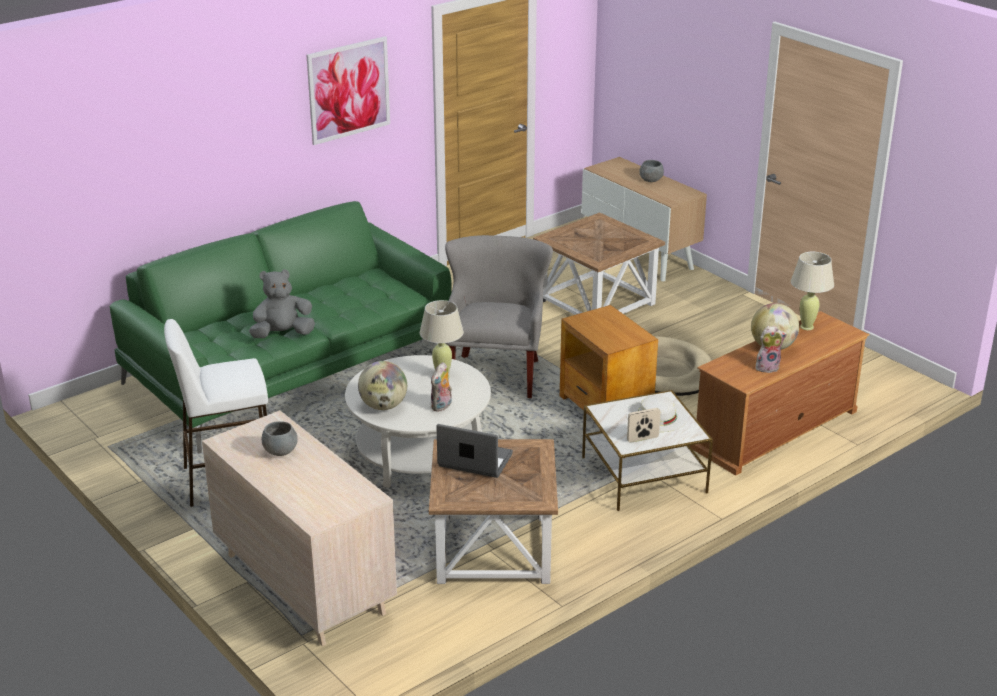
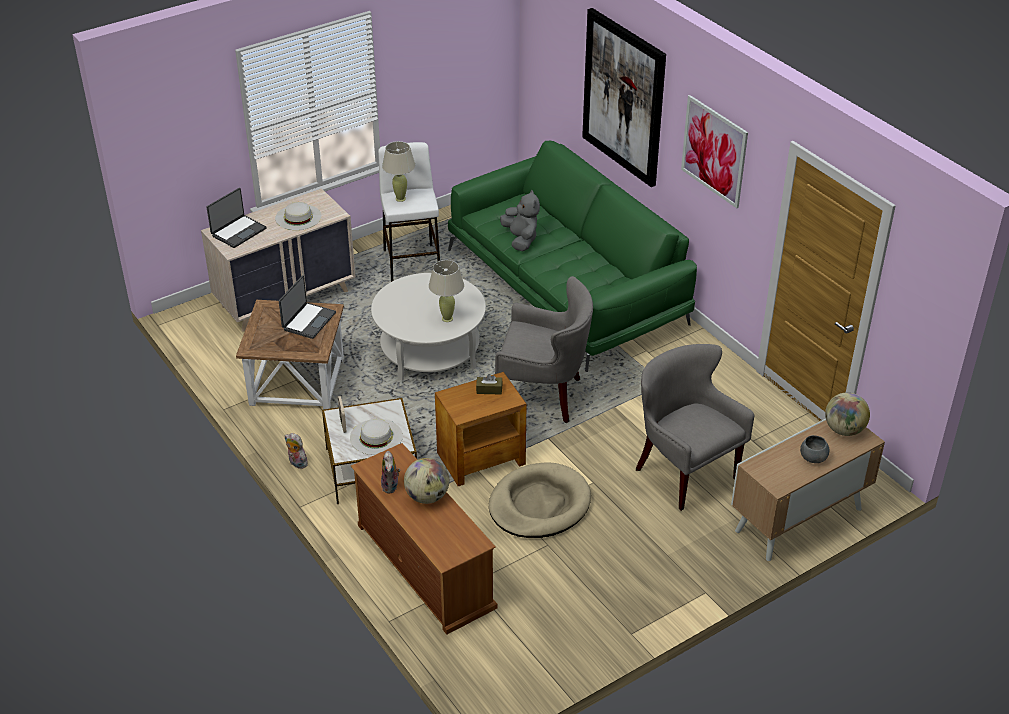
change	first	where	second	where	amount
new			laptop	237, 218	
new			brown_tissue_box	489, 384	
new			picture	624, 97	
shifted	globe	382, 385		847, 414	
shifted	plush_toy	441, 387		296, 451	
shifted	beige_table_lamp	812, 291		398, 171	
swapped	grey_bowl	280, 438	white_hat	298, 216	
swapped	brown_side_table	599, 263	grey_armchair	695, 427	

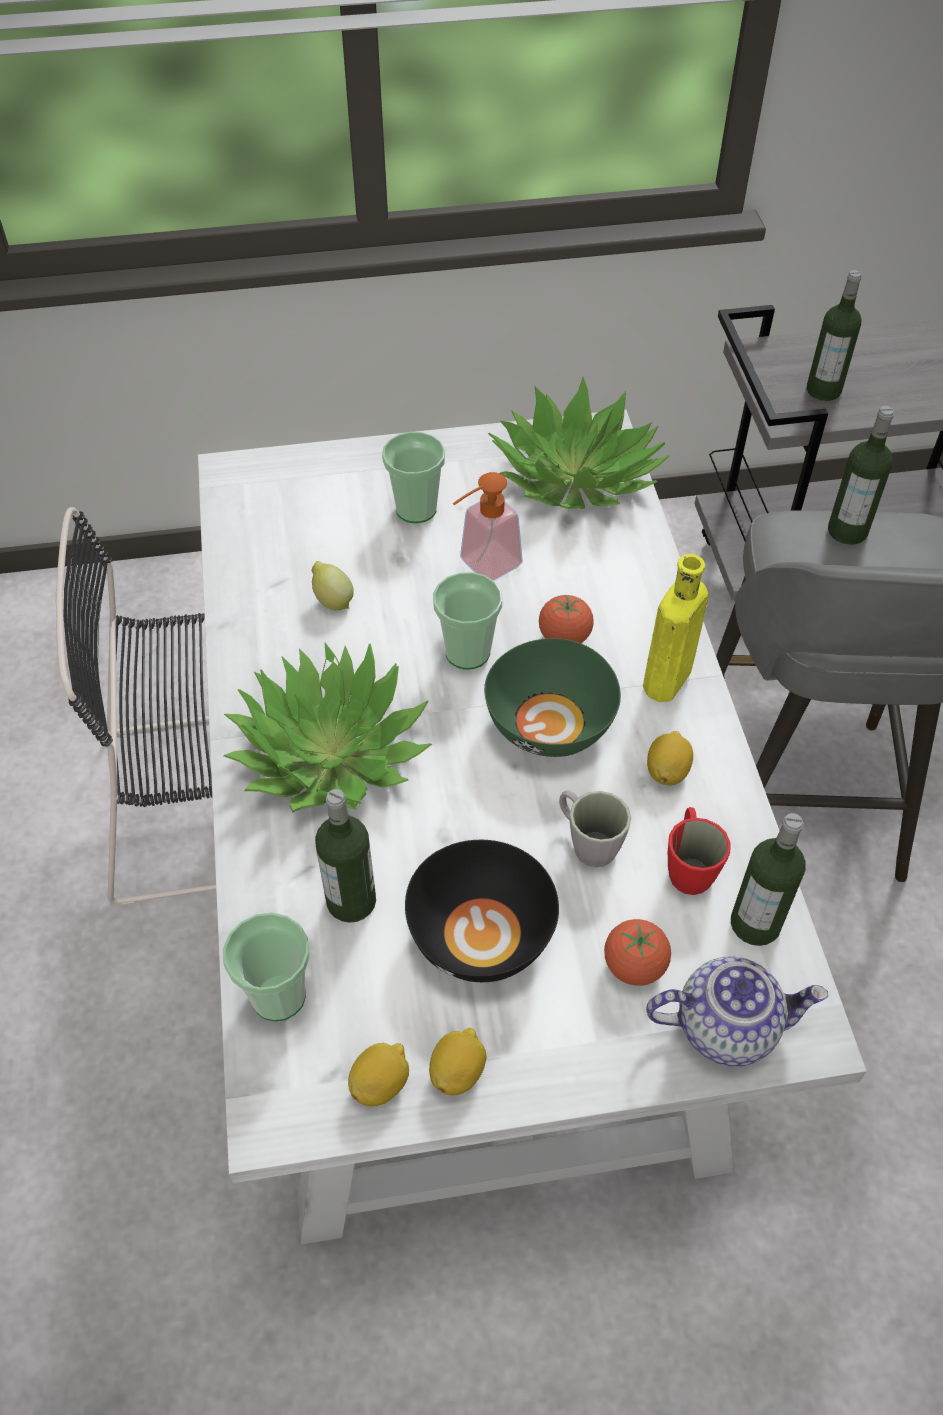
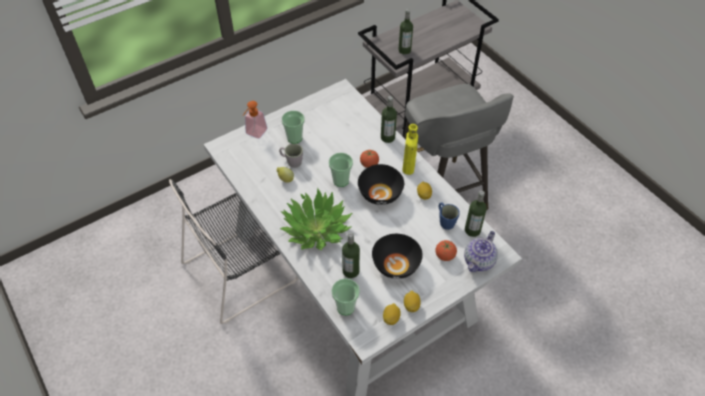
change	first	where	second	where	amount
gone	potted_plant	579, 443			
shifted	soap_dispenser	488, 526		255, 120	
shifted	grey_mug	595, 829		291, 155	
shifted	bottle	861, 475		389, 119	
repainted	green_bowl	552, 697	black_bowl	381, 184	
repainted	red_mug	699, 851	blue_mug	449, 216	
rotated	teapot	737, 1011		481, 251	150 degrees clockwise

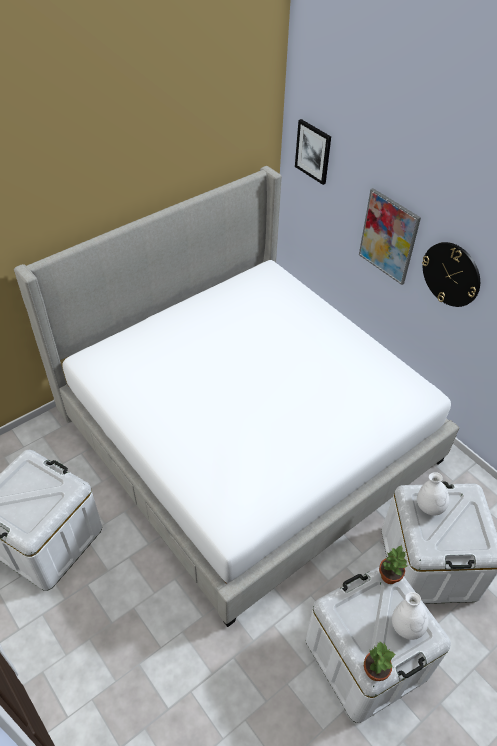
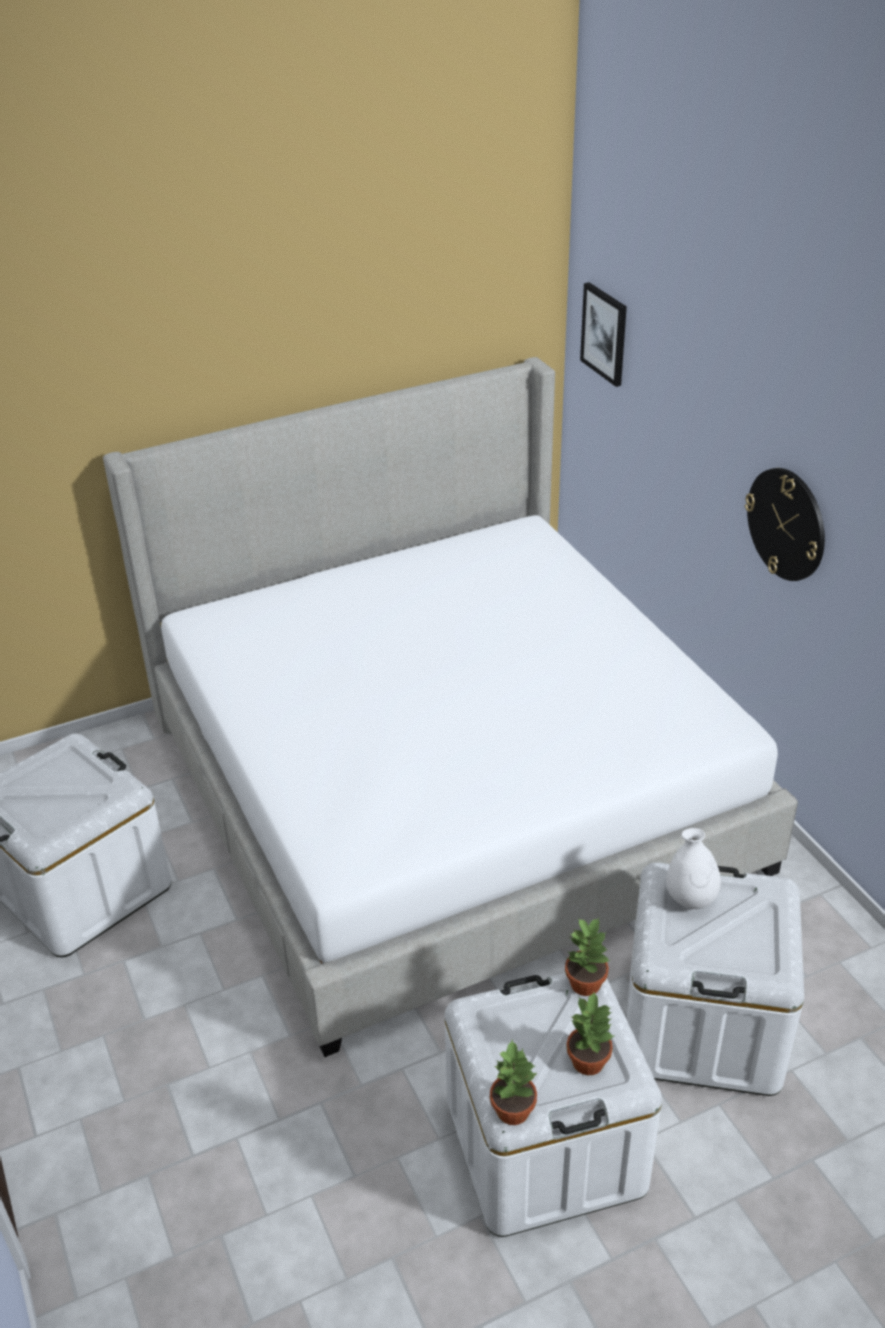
change	first	where	second	where	amount
gone	picture	390, 236			
swapped	white_vase	410, 616	potted_plant	590, 1033	

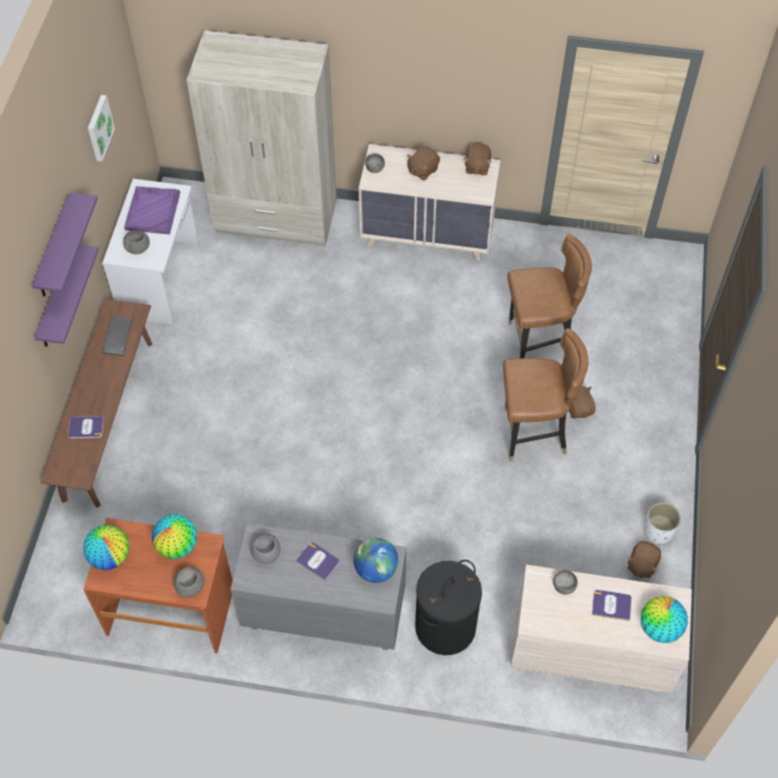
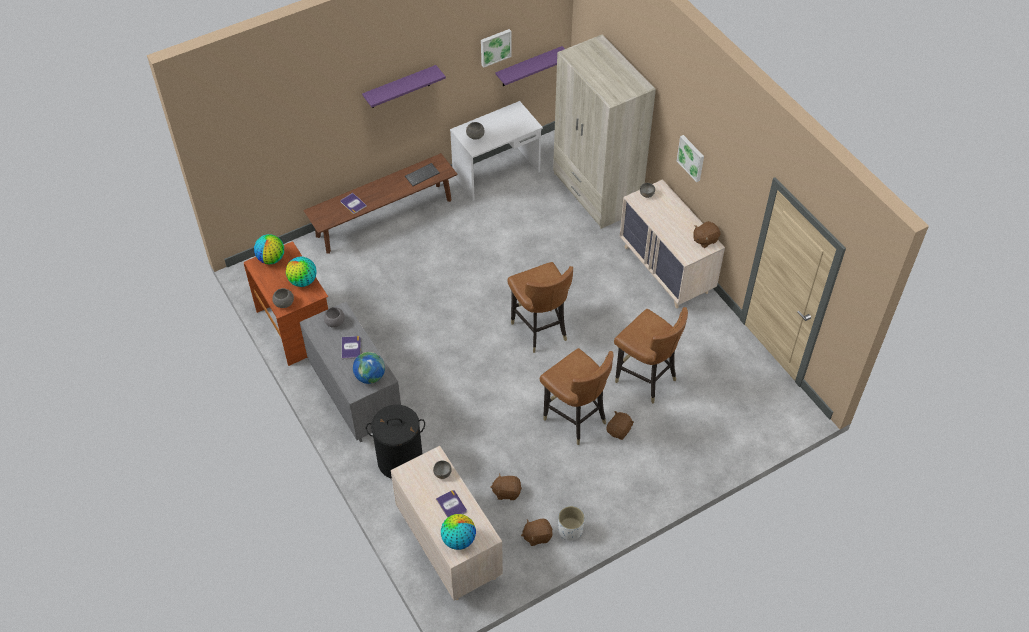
change	first	where	second	where	amount
gone	purple_tray	152, 210			
new			brown_chair	540, 307	
new			picture	690, 158	
shifted	purple_shelf	66, 296		530, 66	
shifted	brown_plush_toy	423, 163		506, 486	

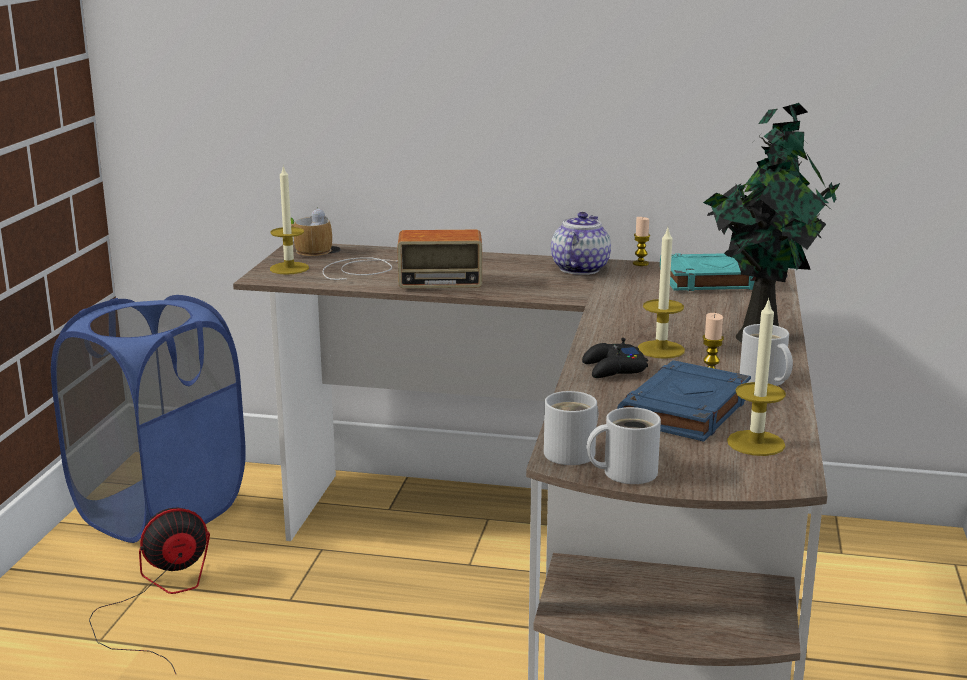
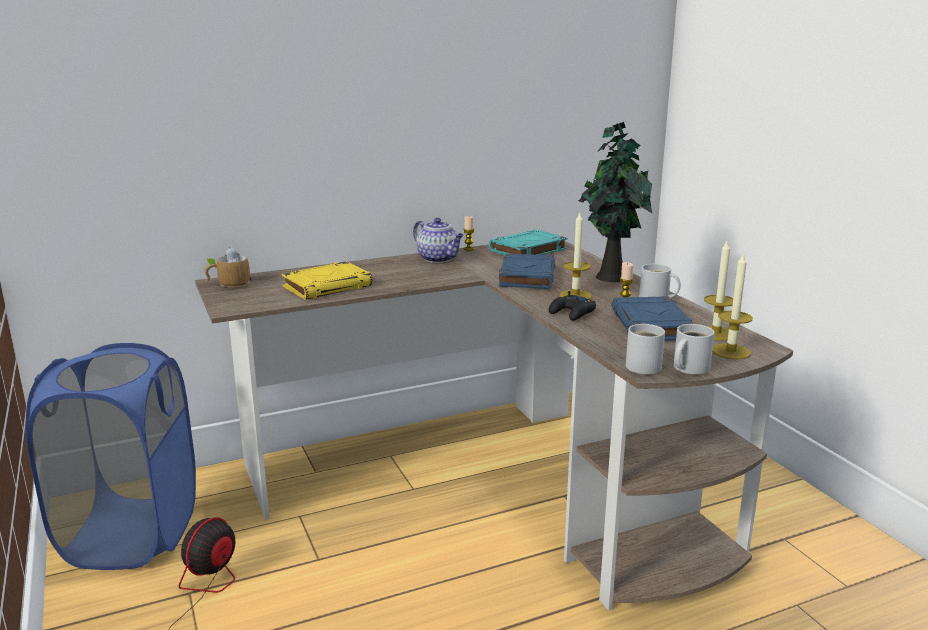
change	first	where	second	where	amount
new			blue_book	527, 271	
shifted	candle	289, 219		732, 305	
swapped	radio	402, 259	yellow_book	326, 280	
rotated	teapot	581, 243		438, 240	150 degrees clockwise

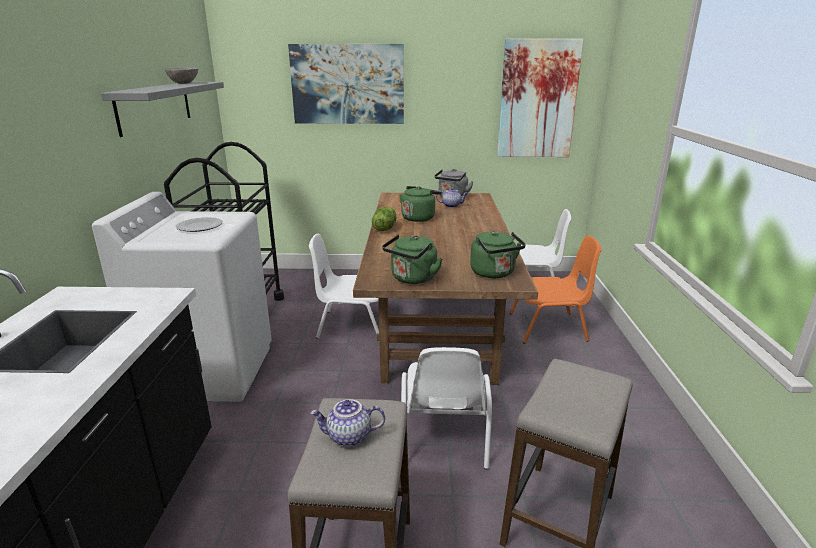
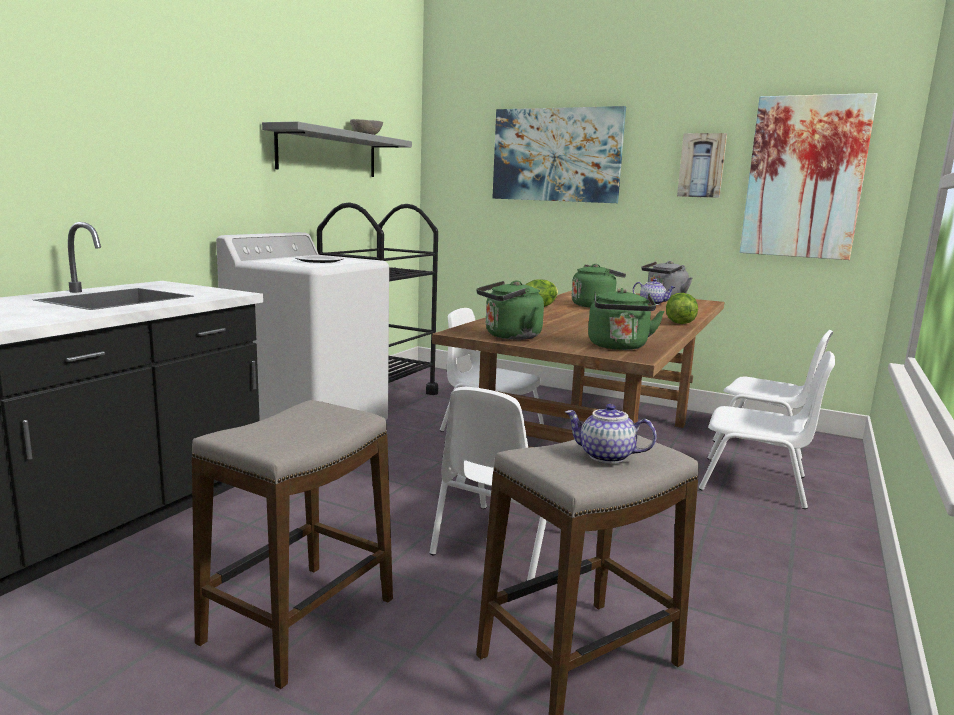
change	first	where	second	where	amount
new			lettuce	682, 308	
new			picture	702, 165	
shifted	teapot	347, 423		611, 433	
repainted	orange_chair	556, 289	white_chair	767, 430	

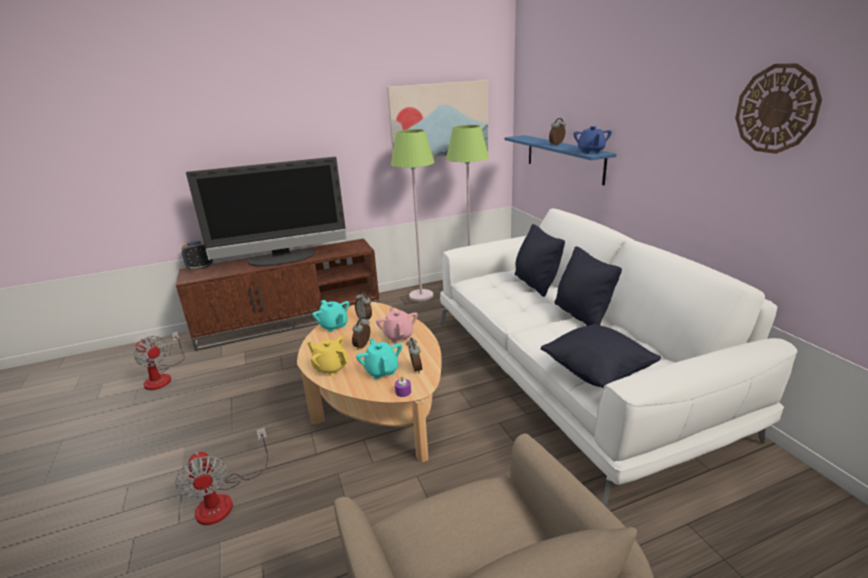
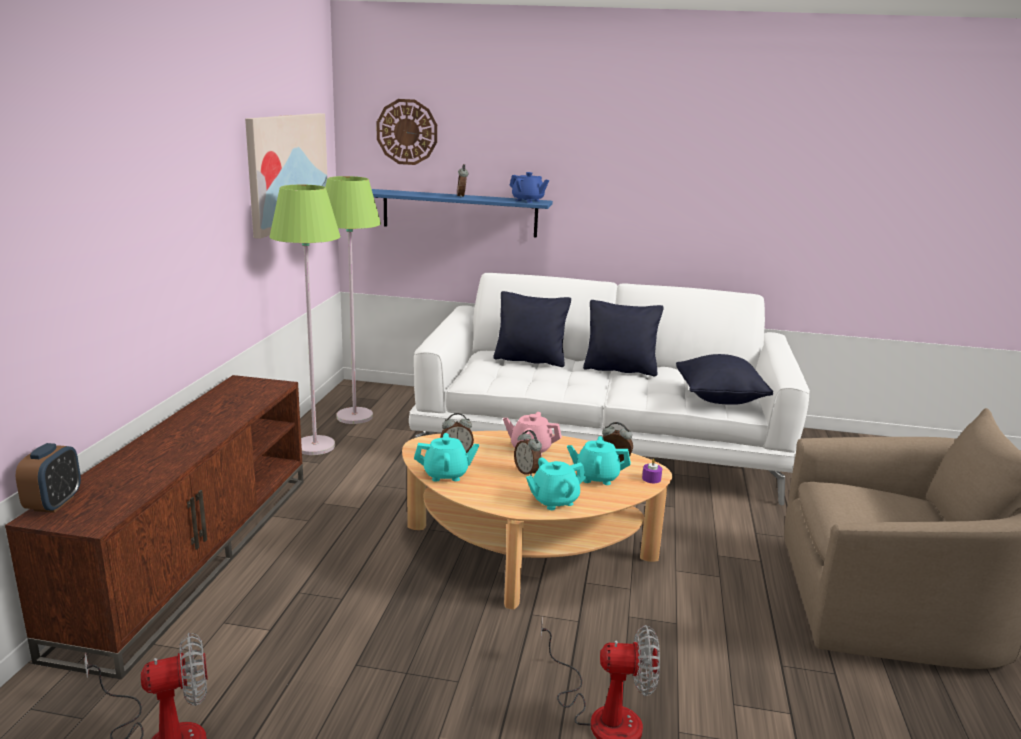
change	first	where	second	where	amount
gone	television	266, 211			
shifted	wall_clock	778, 108		406, 132	
repainted	yellow_teapot	328, 356	turquoise_teapot	556, 484	

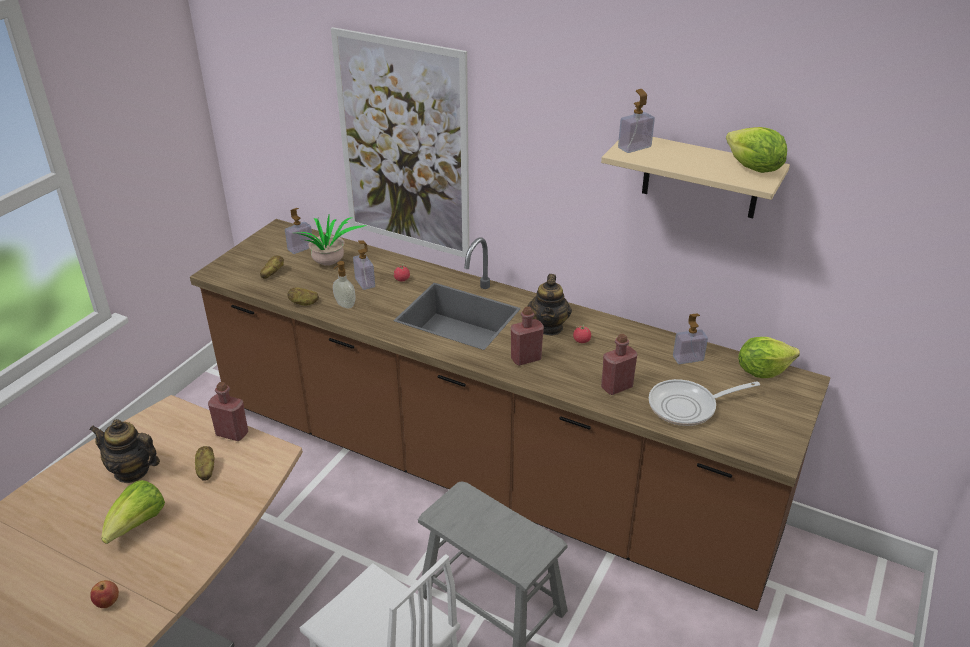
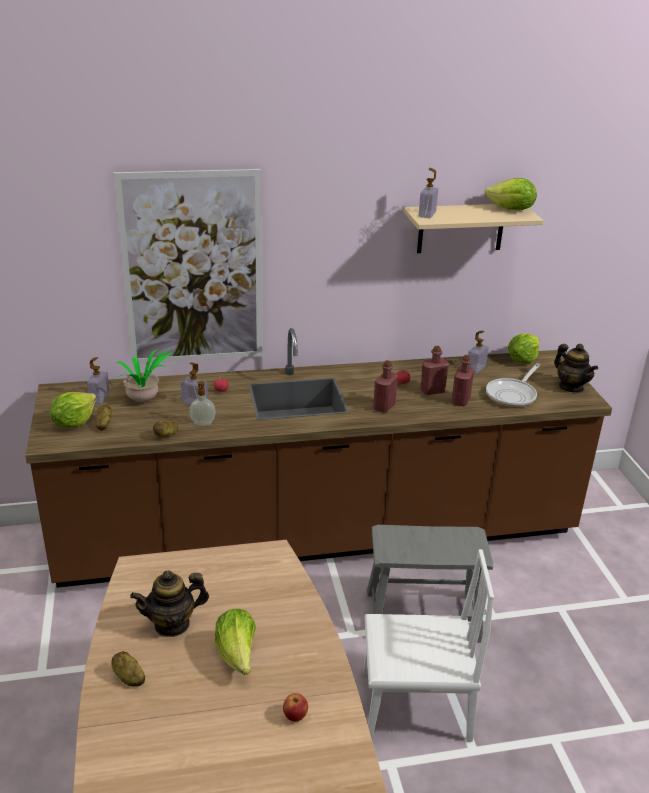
change	first	where	second	where	amount
new			lettuce	73, 410	
shifted	potato	204, 463		128, 669	
shifted	red_bottle	228, 411		434, 370	
shifted	teapot	550, 304		576, 368	

